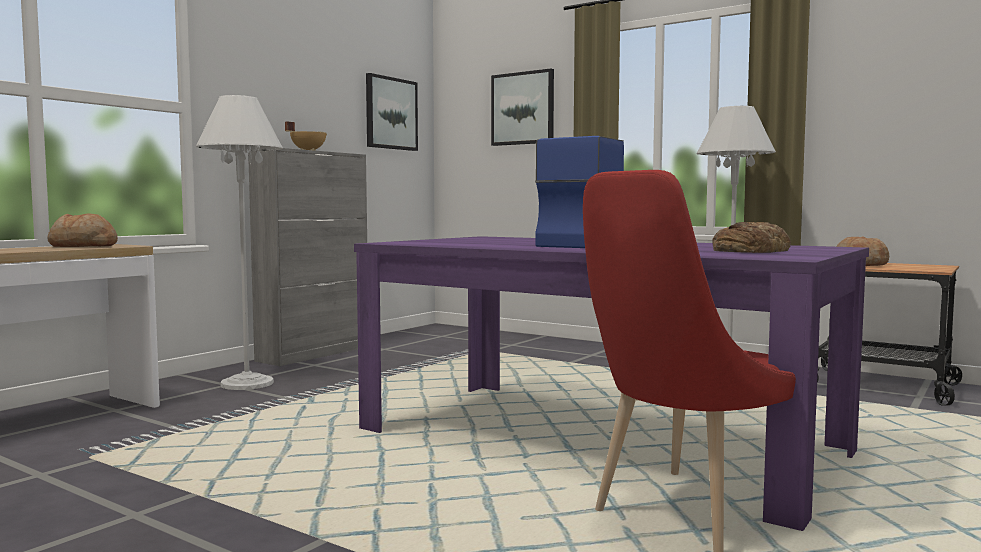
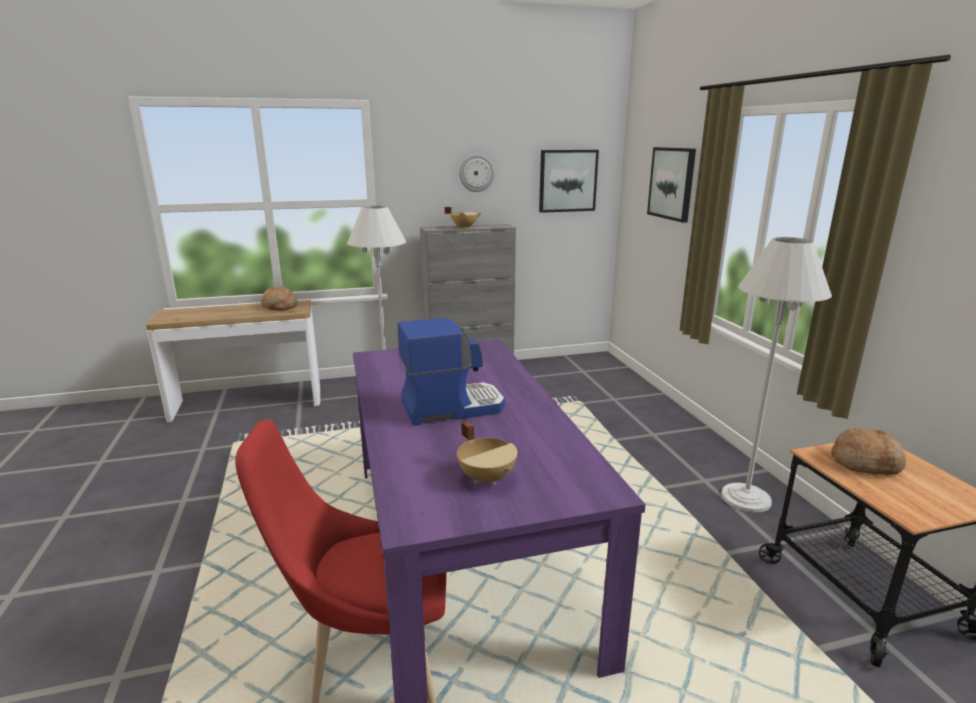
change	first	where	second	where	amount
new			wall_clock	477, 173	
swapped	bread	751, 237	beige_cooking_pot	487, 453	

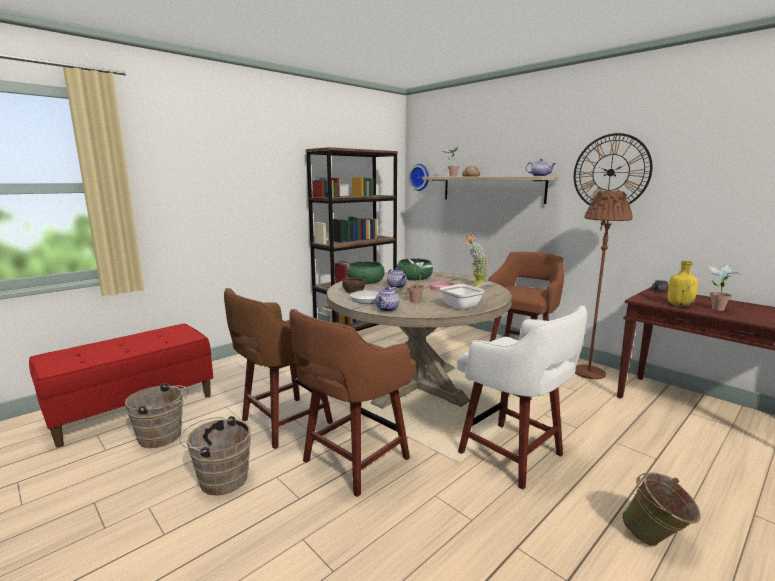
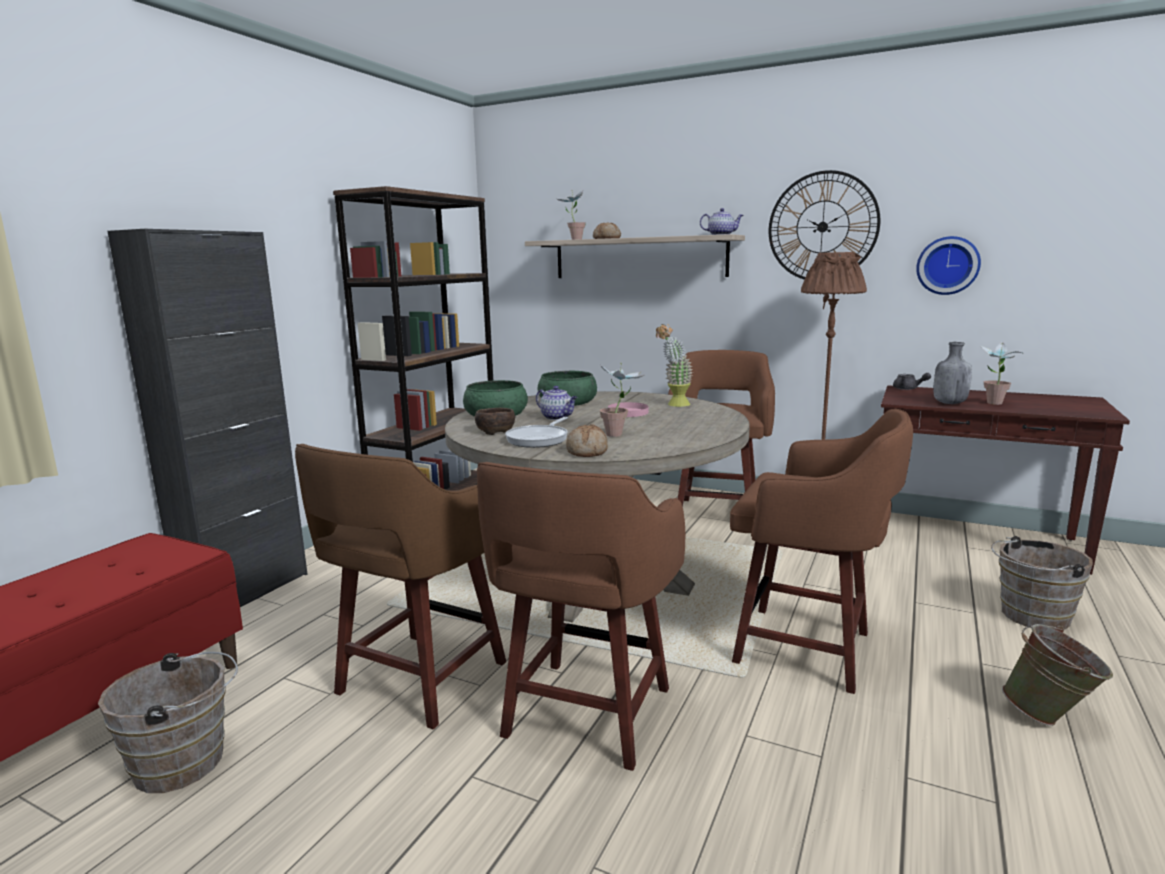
change	first	where	second	where	amount
gone	frying_pan	467, 296			
new			black_cabinet	207, 418	
shifted	brown_bucket	215, 456		1042, 583	
shifted	wall_clock	419, 177		948, 265	
swapped	teapot	387, 299	bread	587, 440	
repainted	white_stool	522, 398	brown_stool	821, 551	
repainted	yellow_bottle	682, 284	grey_bottle	952, 373	

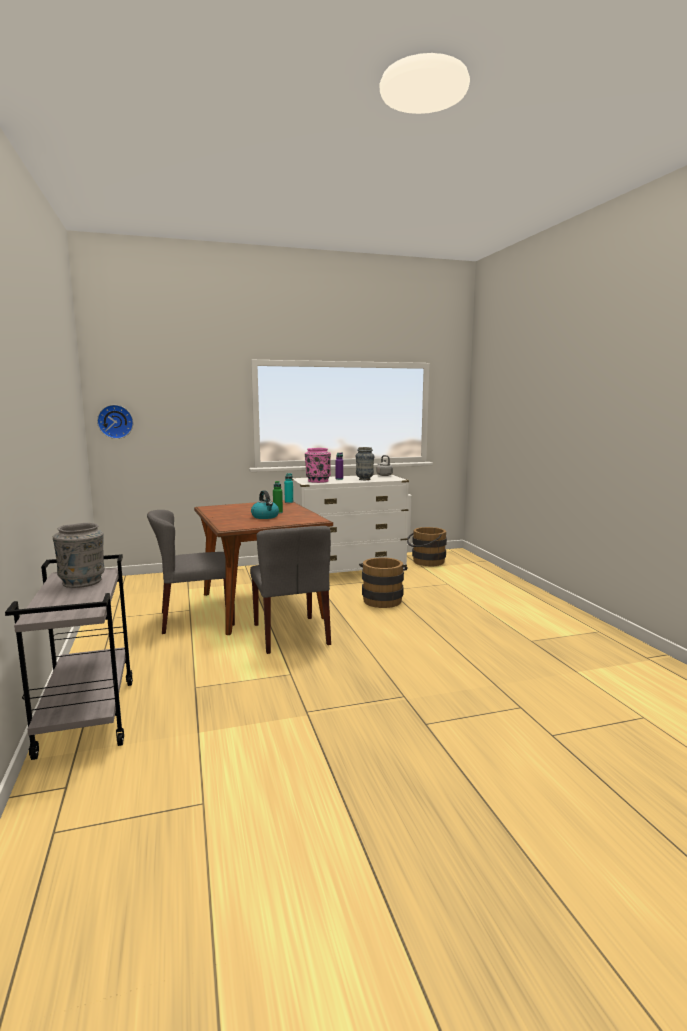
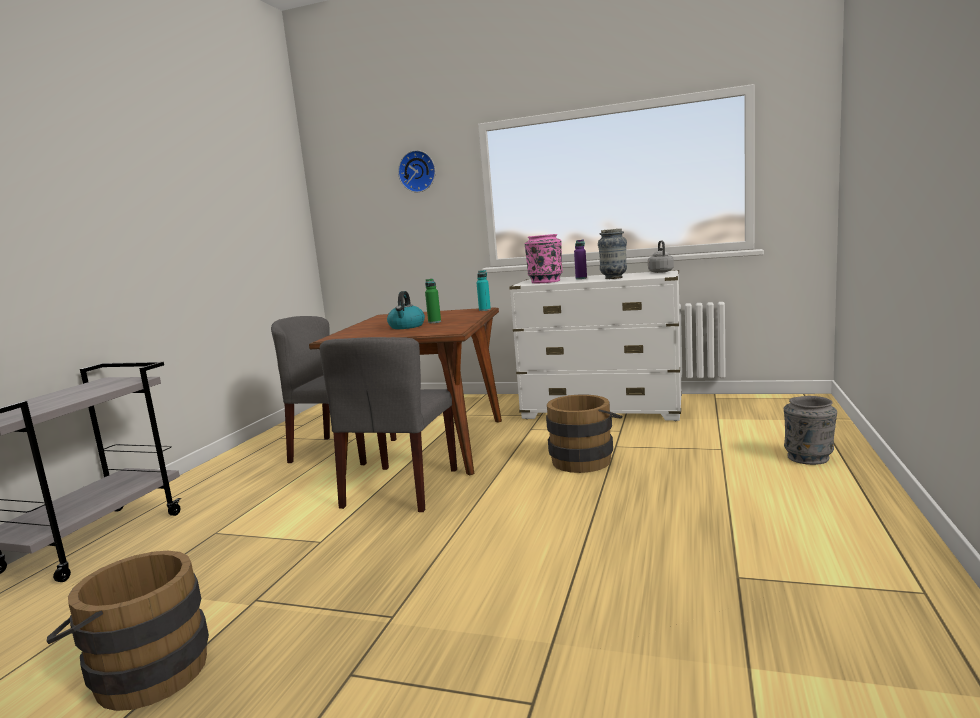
change	first	where	second	where	amount
shifted	grey_vase	79, 555		810, 430	
shifted	wall_clock	115, 422		417, 171	
shifted	brown_bucket	427, 546		128, 631	

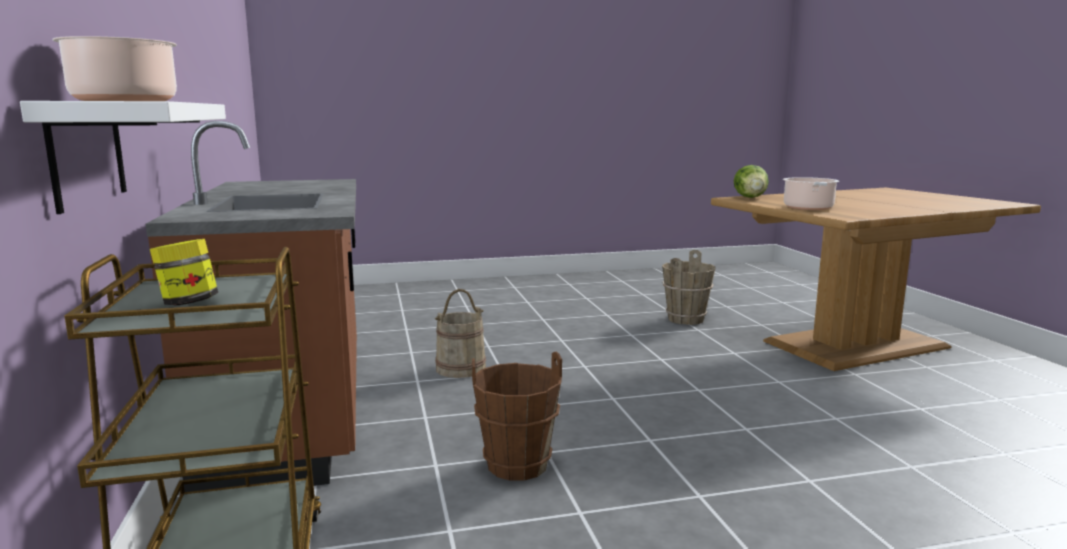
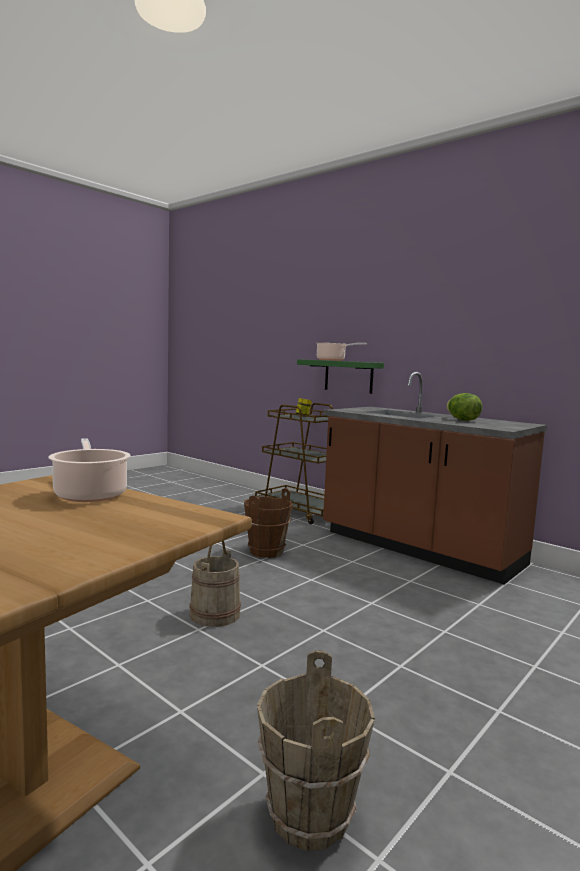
change	first	where	second	where	amount
shifted	beige_bucket	460, 333		215, 583	
shifted	lettuce	751, 181		464, 407	
repainted	white_shelf	123, 157	green_shelf	340, 376	

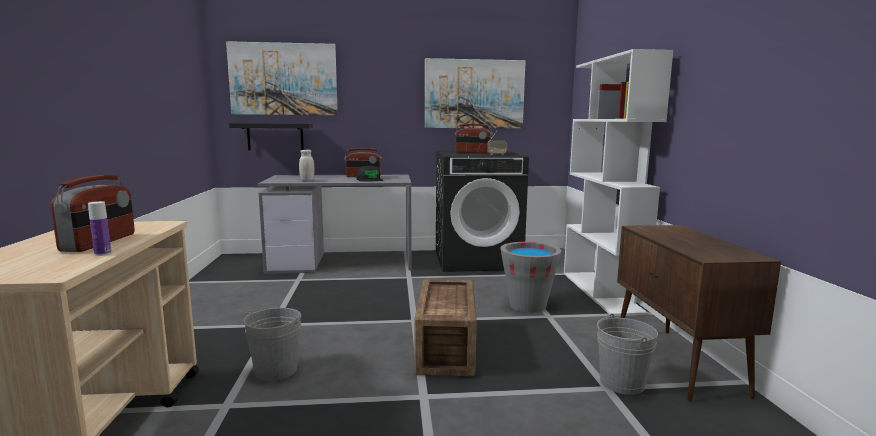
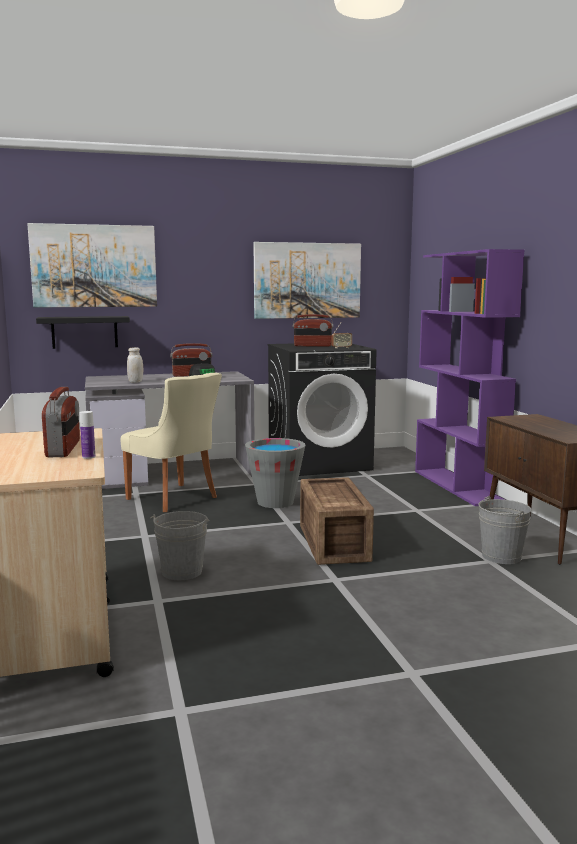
change	first	where	second	where	amount
new			beige_chair	171, 442	
shifted	grey_bucket	530, 277		275, 473	
repainted	white_bookcase	618, 182	purple_bookcase	469, 377	

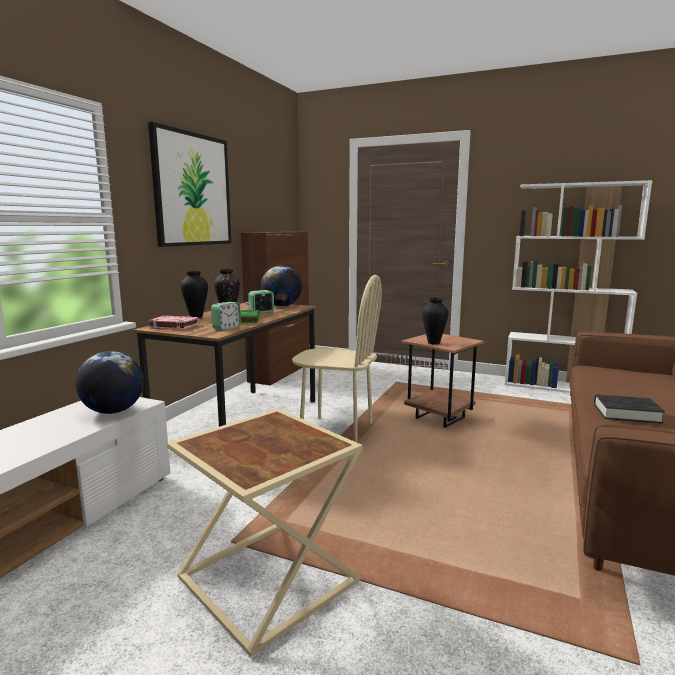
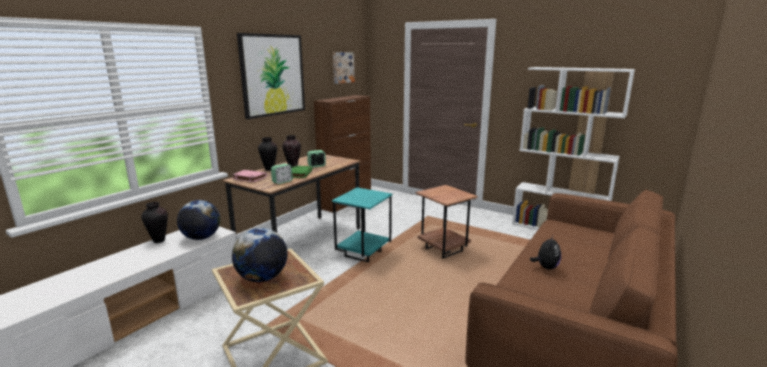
change	first	where	second	where	amount
new			picture	344, 68	
shifted	globe	281, 286		260, 255	
shifted	vase	435, 321		154, 222	
swapped	beige_chair	337, 359	turquoise_side_table	362, 224	
swapped	black_book	629, 409	plush_toy	545, 252	

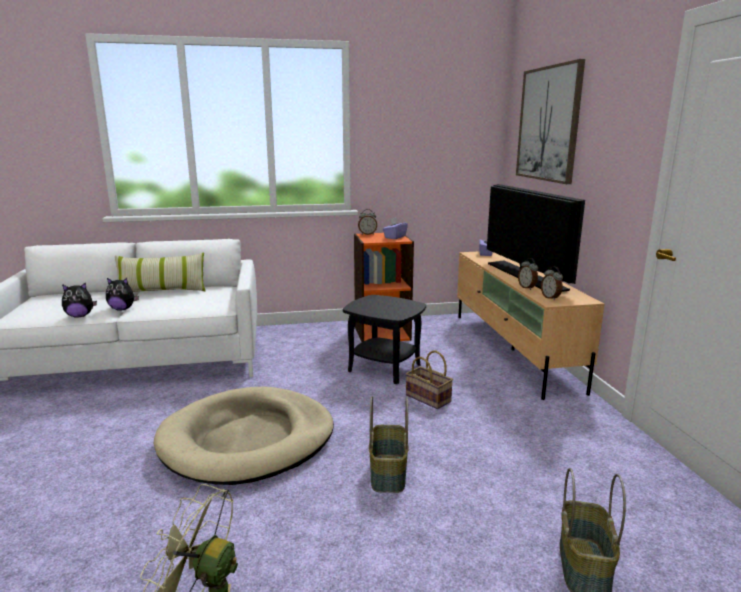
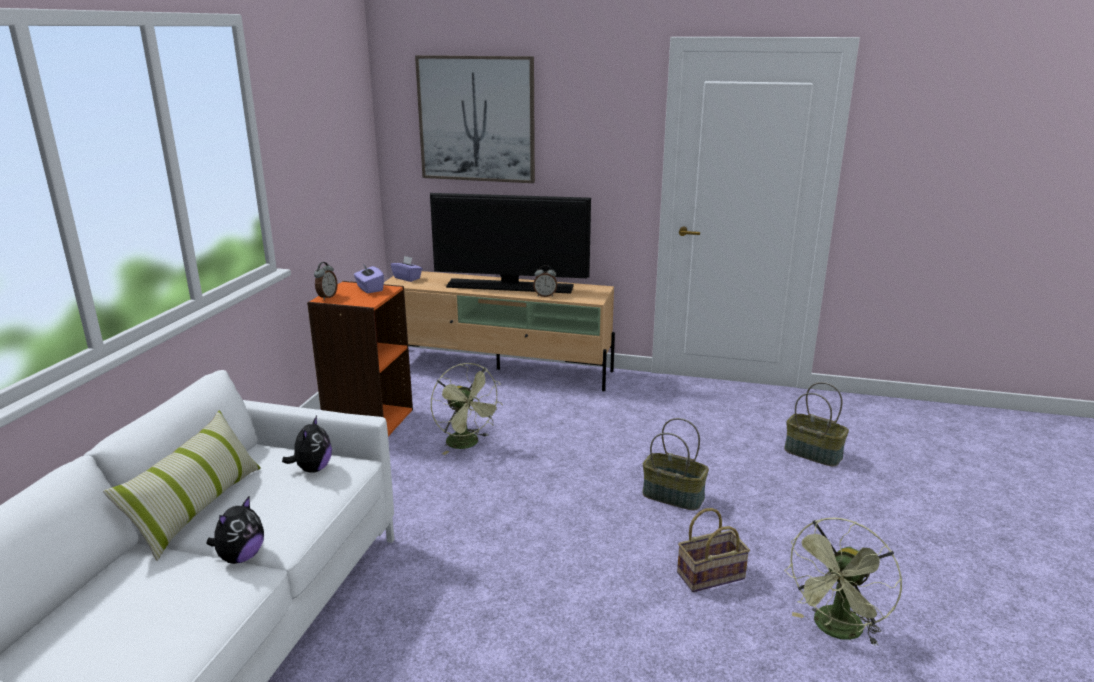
change	first	where	second	where	amount
gone	beige_dog_bed	244, 436			
gone	alarm_clock	552, 283			
shifted	plush_toy	79, 300		307, 444	
shifted	basket	429, 379		713, 550	
swapped	black_side_table	384, 339	green_fan	467, 409	

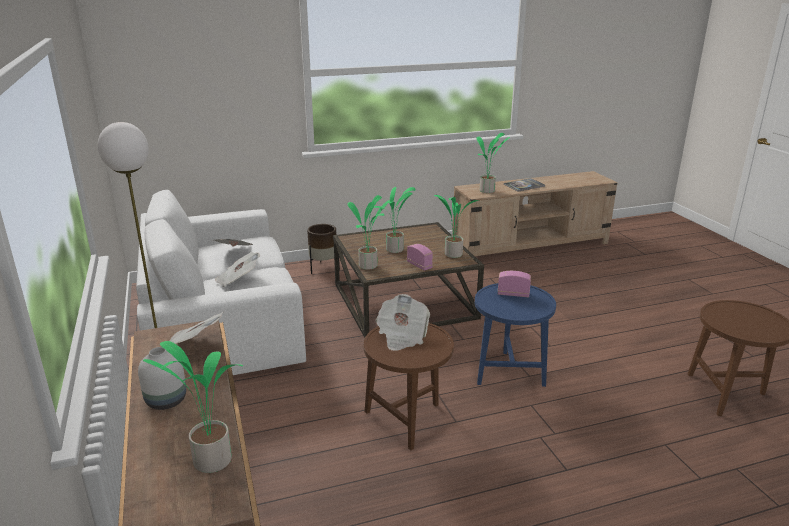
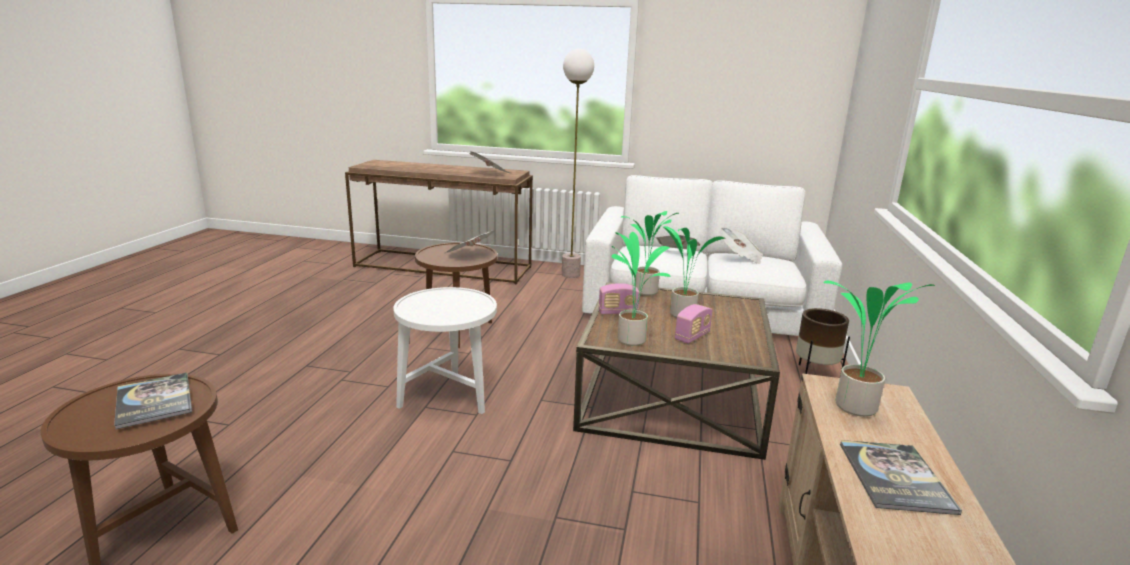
change	first	where	second	where	amount
gone	white_vase	162, 378			
gone	potted_plant	193, 407			
new			book	153, 401	
shifted	radio	514, 284		694, 324	
repainted	blue_side_table	515, 335	white_side_table	445, 350	

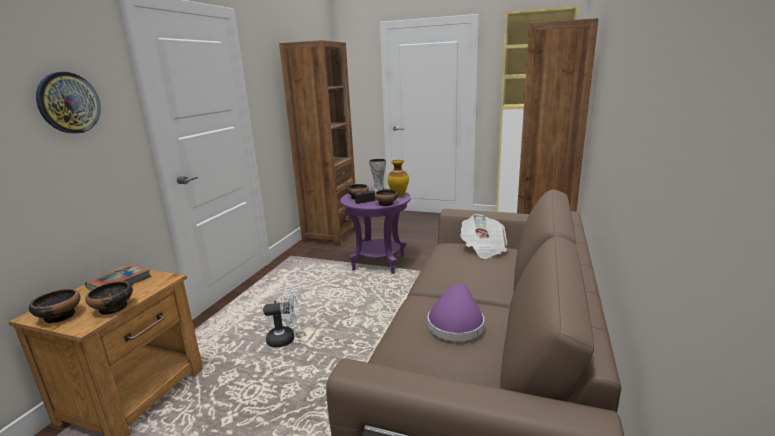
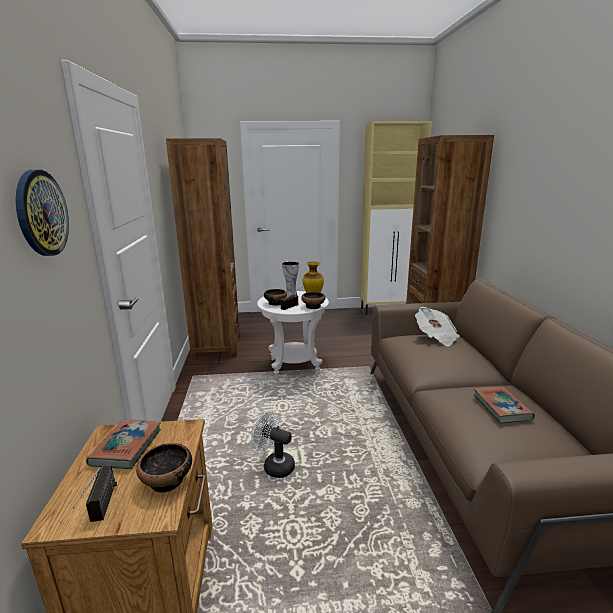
change	first	where	second	where	amount
swapped	bowl	54, 306	radio	95, 493	
swapped	purple_hat	456, 312	book	504, 405	
repainted	purple_side_table	376, 231	white_side_table	293, 335	
rotated	white_fan	281, 318		273, 444	120 degrees counterclockwise

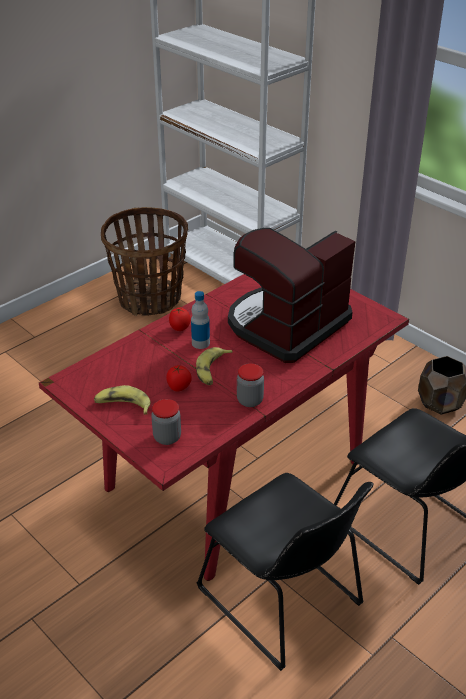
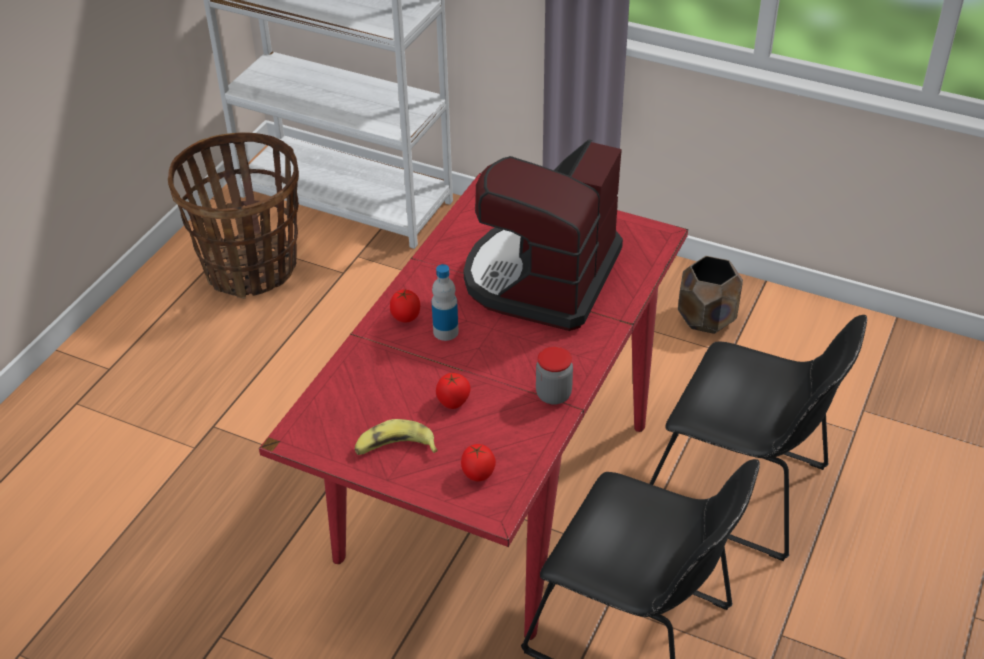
change	first	where	second	where	amount
gone	banana	214, 366			
swapped	jar	166, 422	tomato	478, 462	

